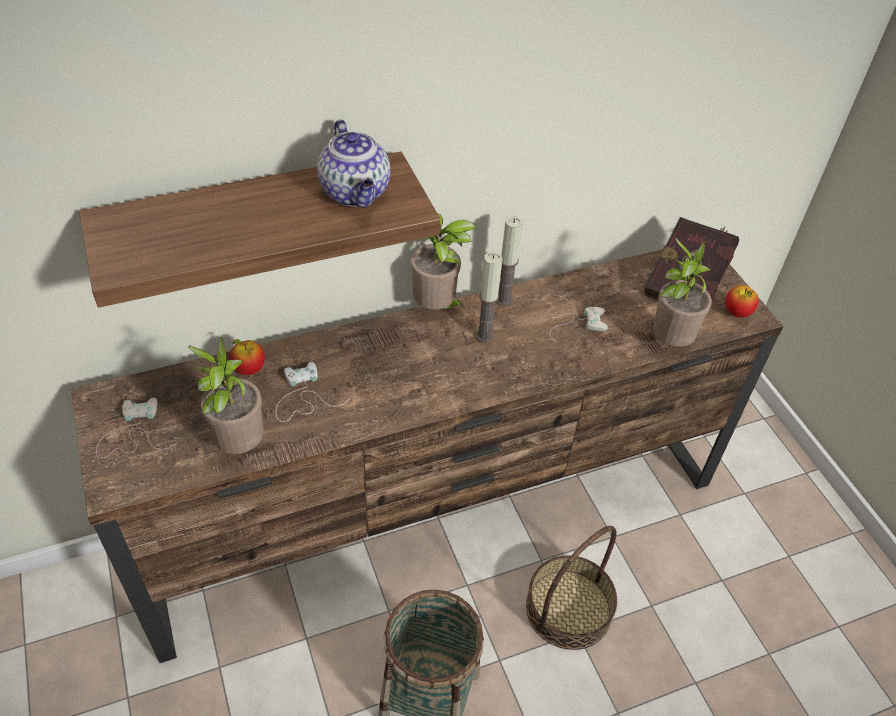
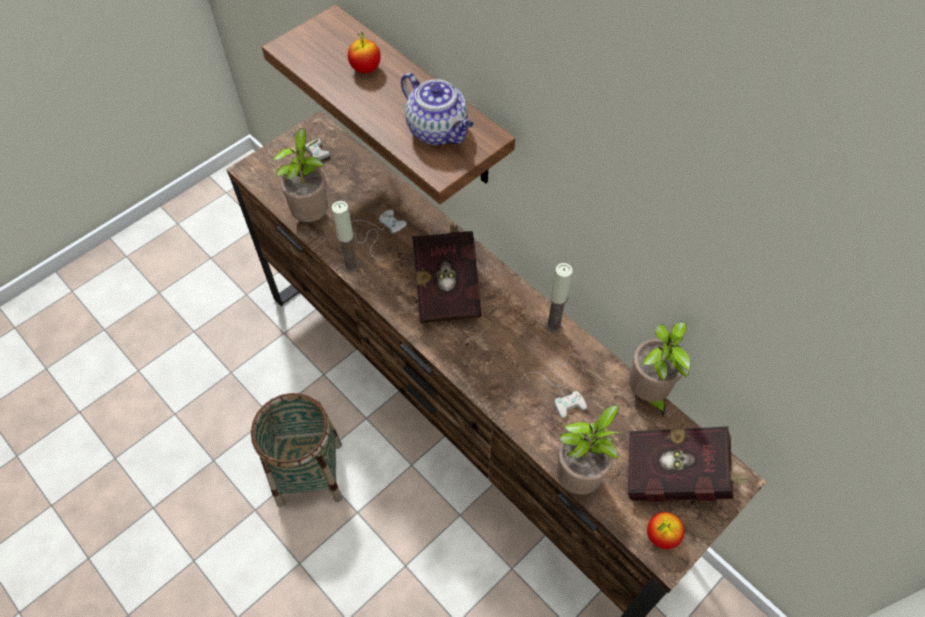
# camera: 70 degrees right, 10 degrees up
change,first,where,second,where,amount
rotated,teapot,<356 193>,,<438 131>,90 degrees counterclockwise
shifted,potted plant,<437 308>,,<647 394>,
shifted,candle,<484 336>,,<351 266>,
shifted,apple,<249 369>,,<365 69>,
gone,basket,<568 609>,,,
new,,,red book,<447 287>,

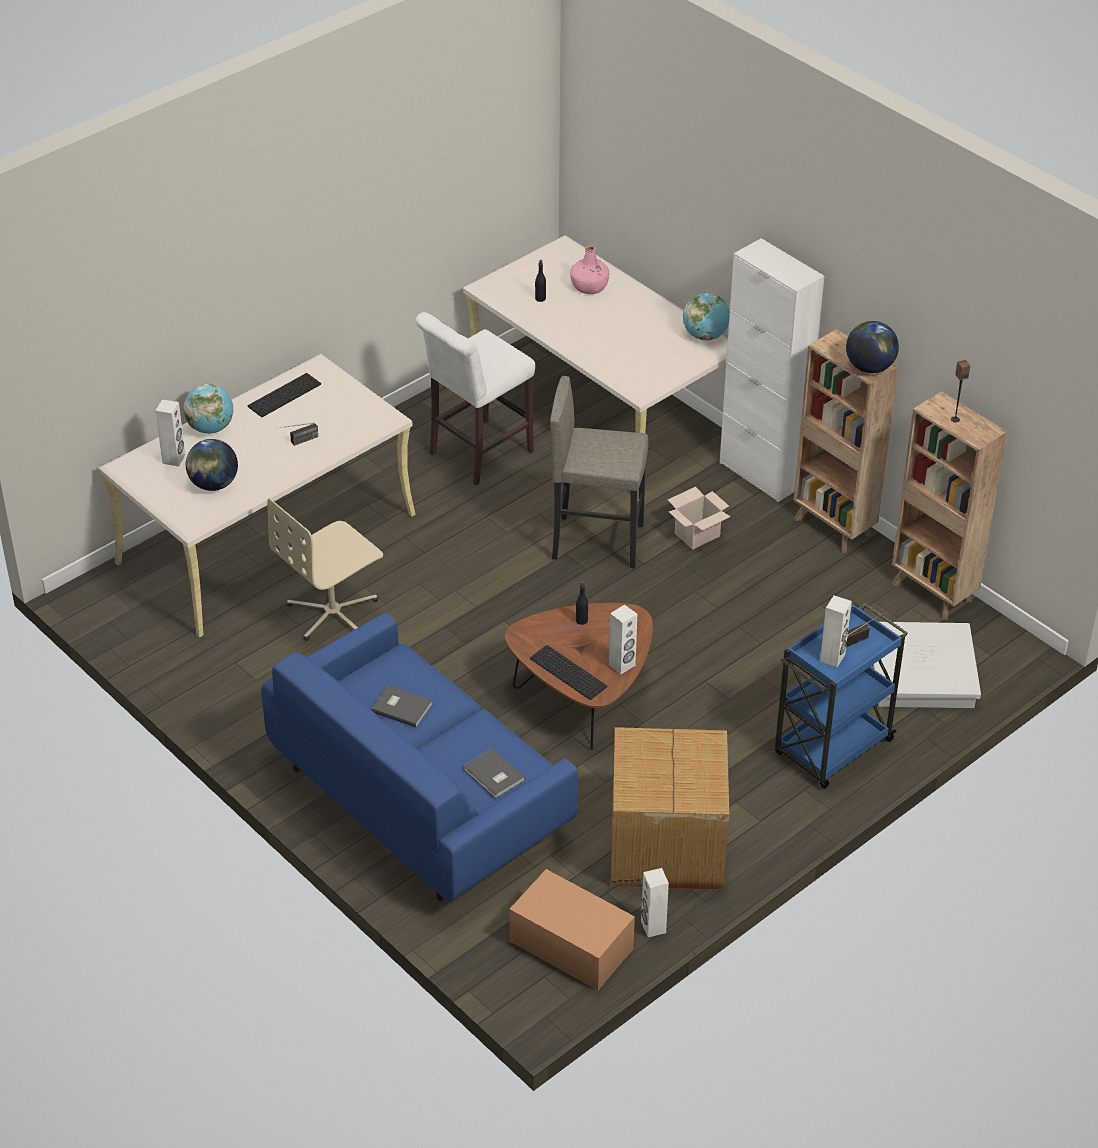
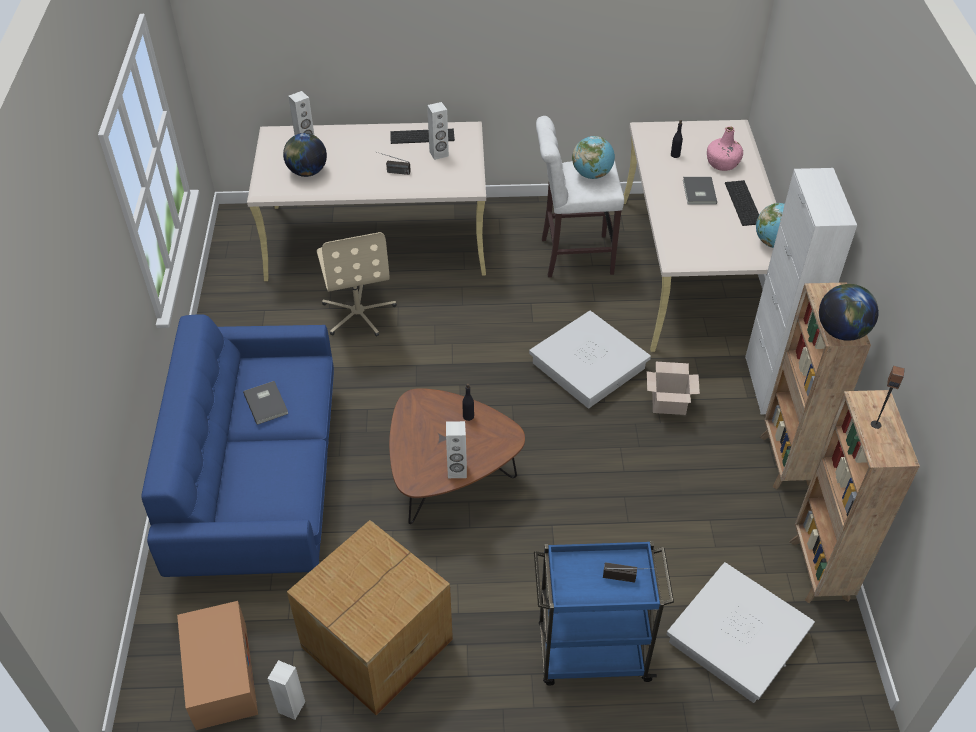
# camera: 40 degrees right, 5 degrees up
change,first,where,second,where,amount
swapped,grey stool,<597 541>,white storage box,<589 365>,
shifted,globe,<210 428>,,<592 174>,
rotated,beige office chair,<333 613>,,<358 313>,105 degrees counterclockwise
shifted,white speaker,<832 658>,,<439 154>,
shifted,keyboard,<570 672>,,<744 203>,
shifted,grey book,<493 776>,,<698 192>,

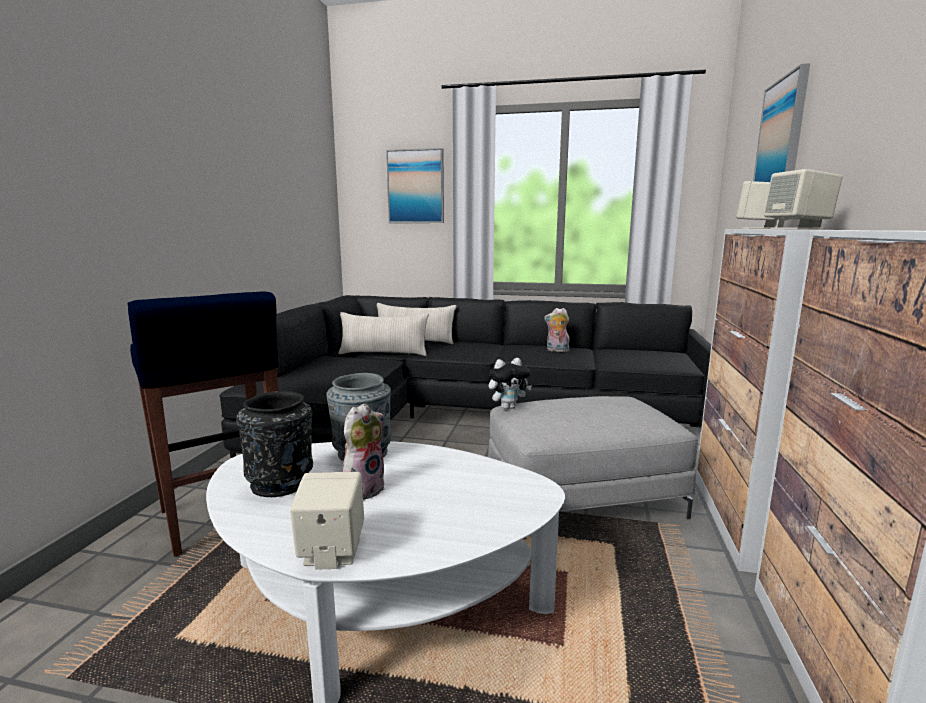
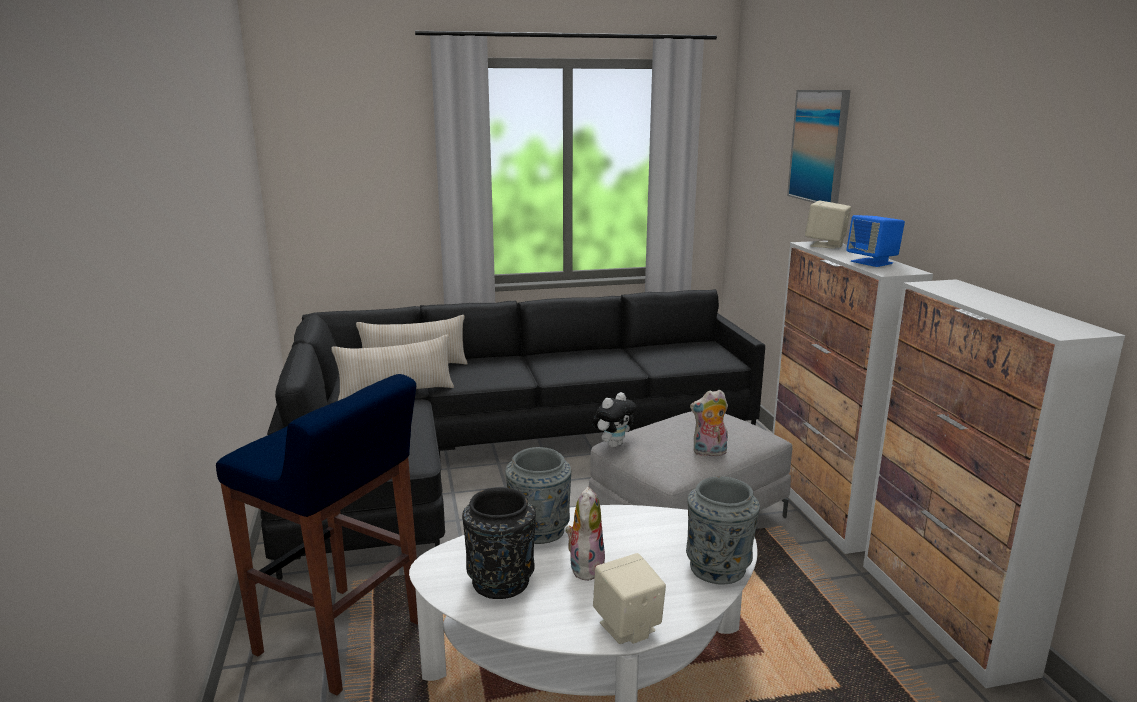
# camera: 25 degrees left, 5 degrees up
change,first,where,second,where,amount
gone,picture,<416 187>,,,
repainted,beige speaker,<797 229>,blue speaker,<872 262>,
shifted,plush toy,<556 350>,,<709 453>,
new,,,grey vase,<718 567>,

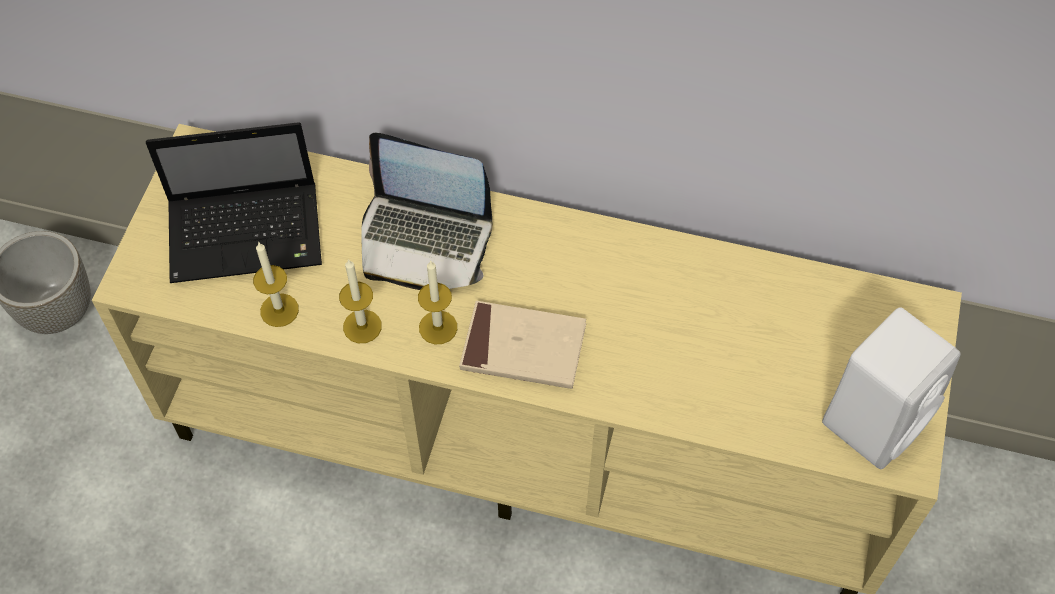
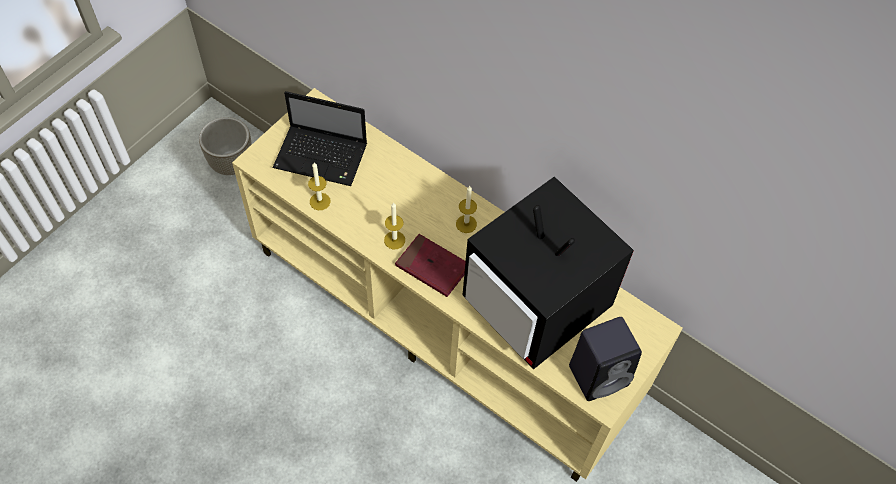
# camera: 20 degrees right, 0 degrees up
change,first,where,second,where,amount
gone,laptop,<425 240>,,,
shifted,candle,<362 326>,,<466 224>,
repainted,beige book,<523 348>,red book,<432 267>,
repainted,white speaker,<876 418>,black speaker,<600 374>,
new,,,television,<537 306>,

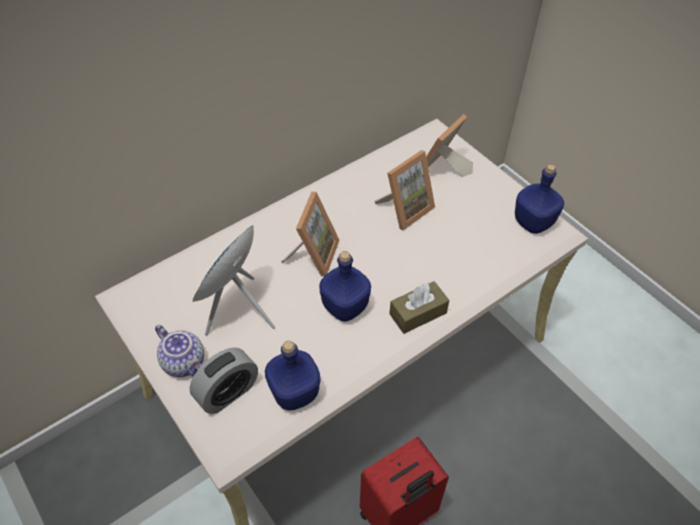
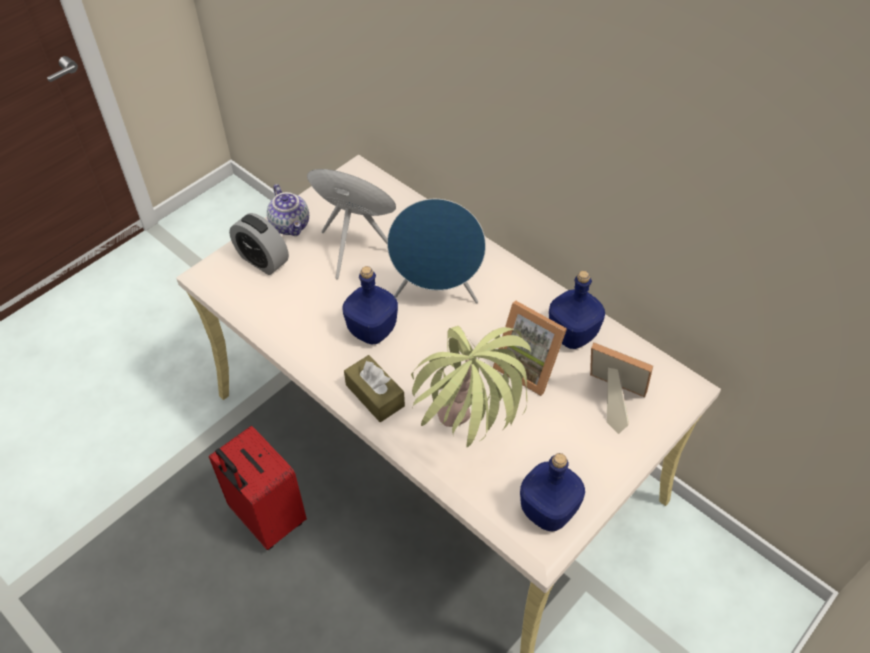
# camera: 80 degrees right, 0 degrees up
change,first,where,second,where,amount
swapped,picture frame,<313 255>,blue speaker,<437 293>,
rotated,teapot,<185 362>,,<291 225>,60 degrees counterclockwise
shifted,blue bottle,<294 392>,,<573 334>,
new,,,potted plant,<467 448>,

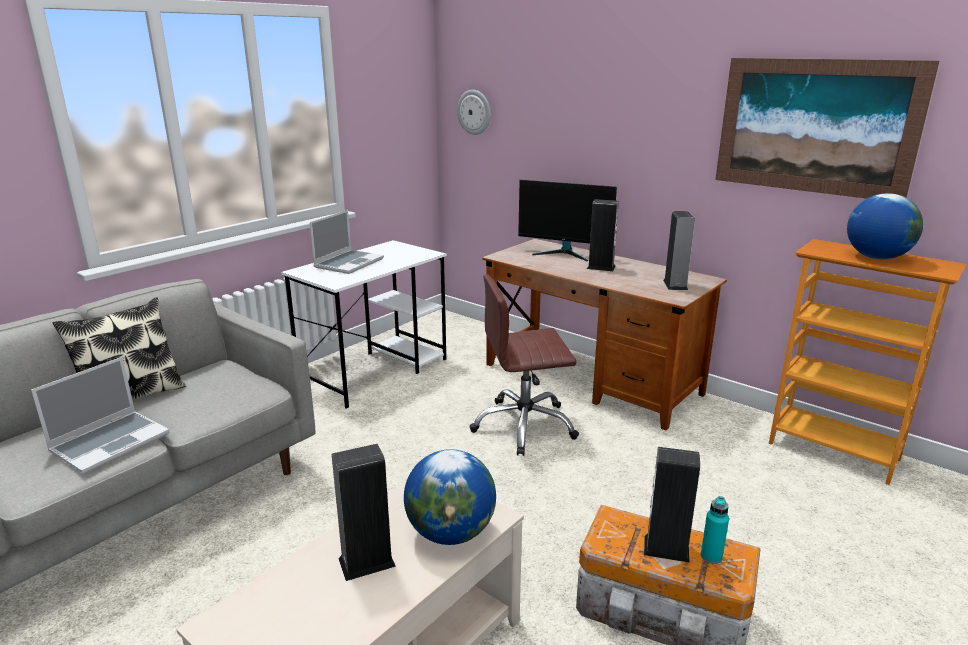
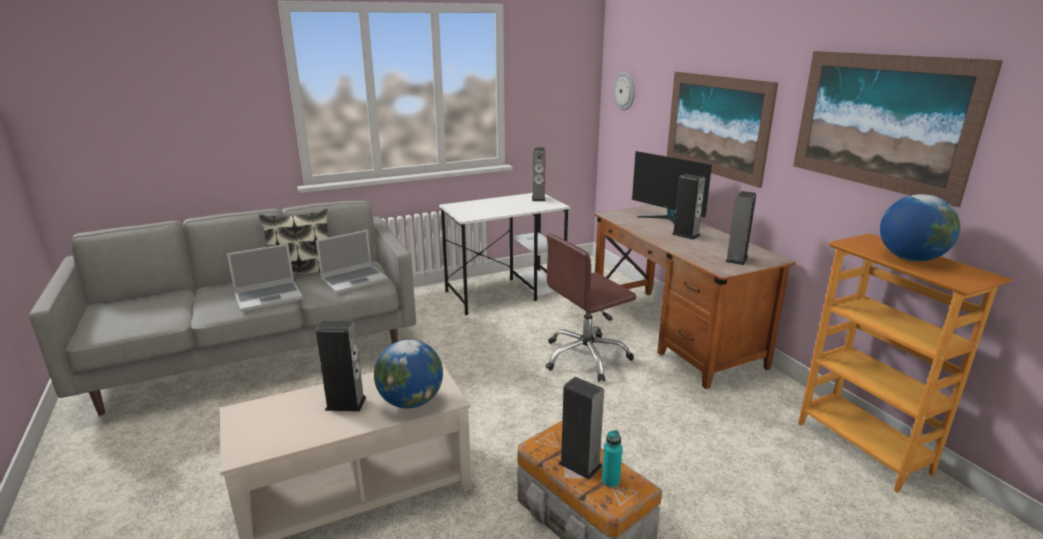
# camera: 25 degrees right, 0 degrees up
change,first,where,second,where,amount
shifted,laptop,<349 263>,,<355 280>,
rotated,brown office chair,<524 426>,,<586 357>,45 degrees counterclockwise
new,,,picture,<716 125>,
new,,,speaker,<538 198>,

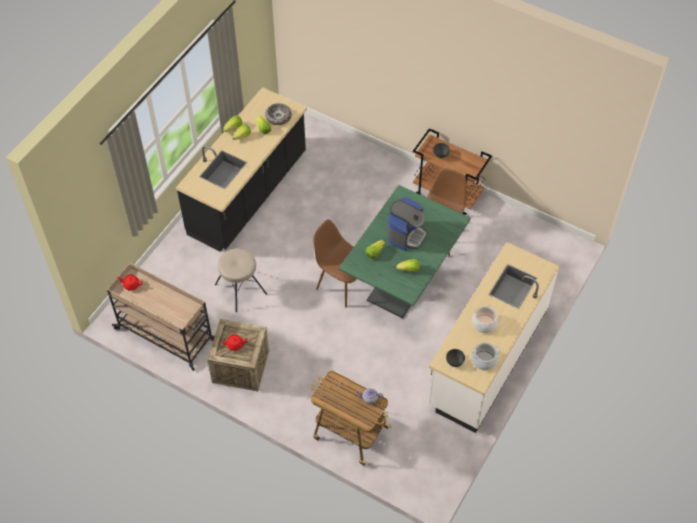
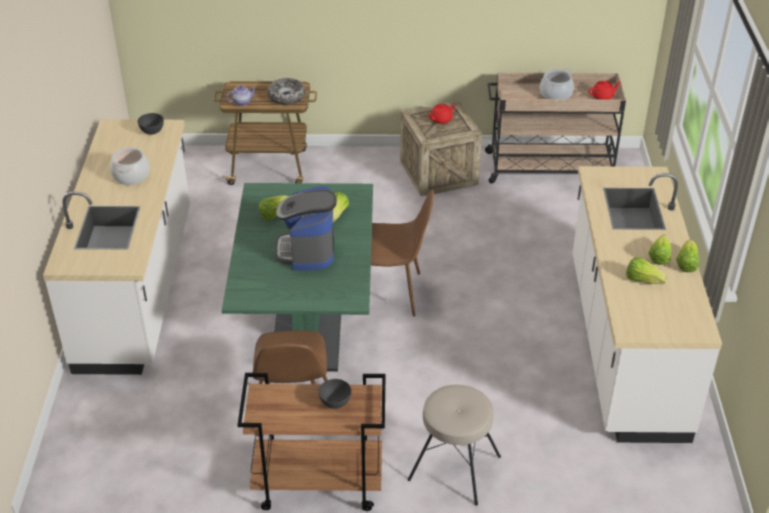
# camera: 150 degrees right, 15 degrees down
change,first,where,second,where,amount
repainted,black counter,<248 194>,white counter,<624 345>,
shifted,bowl,<278 117>,,<286 96>,
shifted,beige stool,<240 289>,,<454 467>,
shifted,cooking pot,<484 360>,,<555 94>,

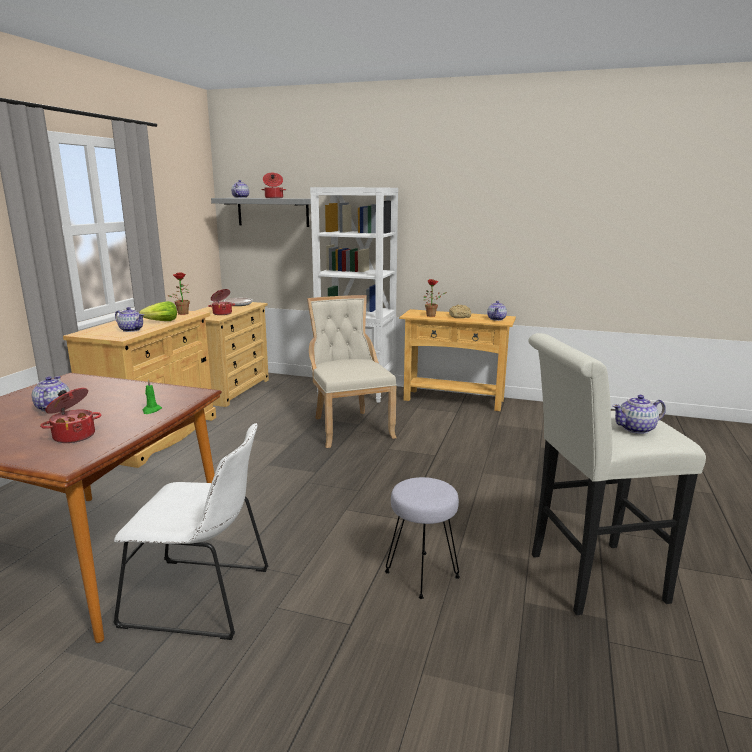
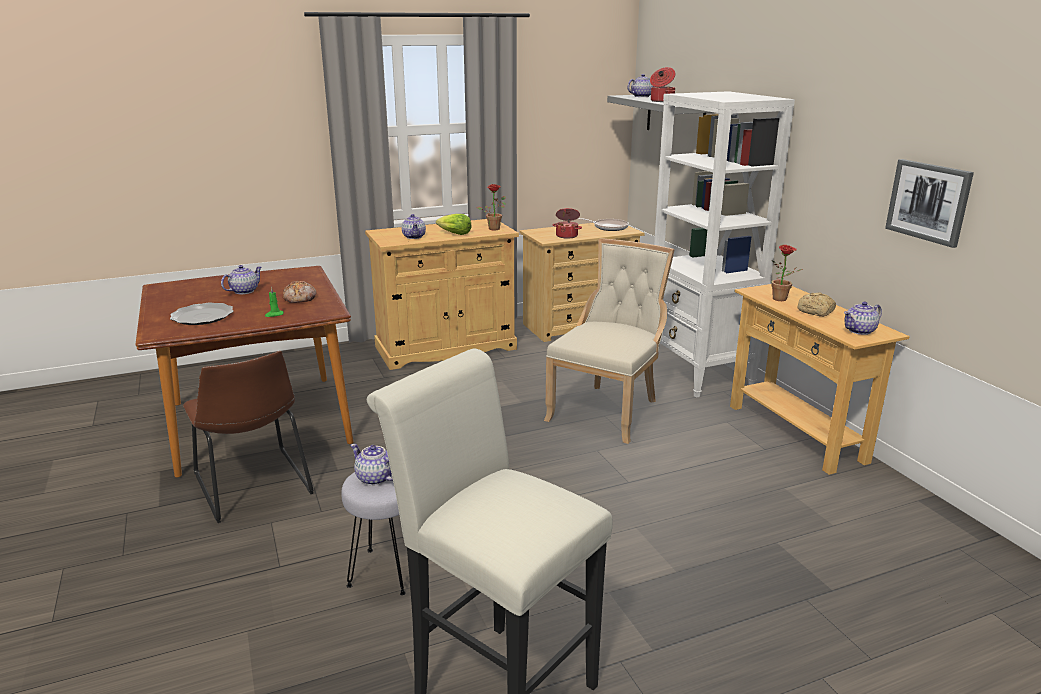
# camera: 50 degrees right, 5 degrees up
change,first,where,second,where,amount
swapped,cooking pot,<74 436>,plate,<202 316>,
shifted,teapot,<636 429>,,<375 478>,
repainted,white chair,<203 598>,brown chair,<254 487>,
new,,,picture,<928 201>,
new,,,bread,<300 298>,

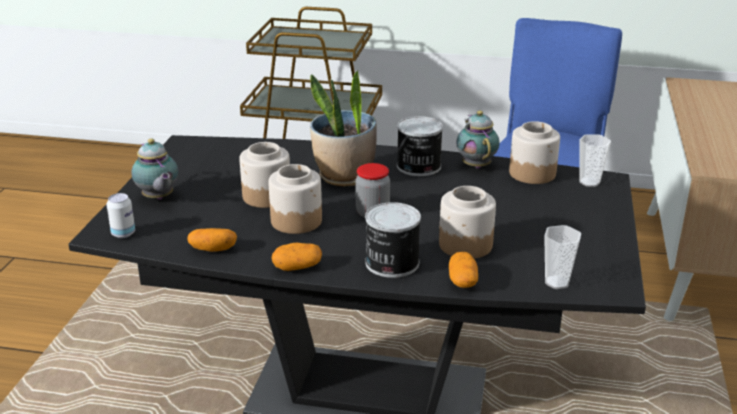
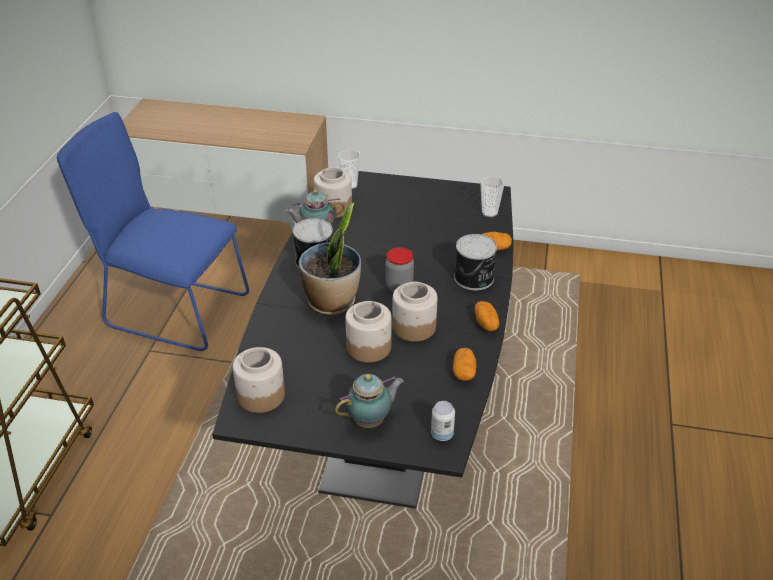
# camera: 90 degrees left, 10 degrees up
change,first,where,second,where,amount
shifted,jar,<465 245>,,<260 396>,

